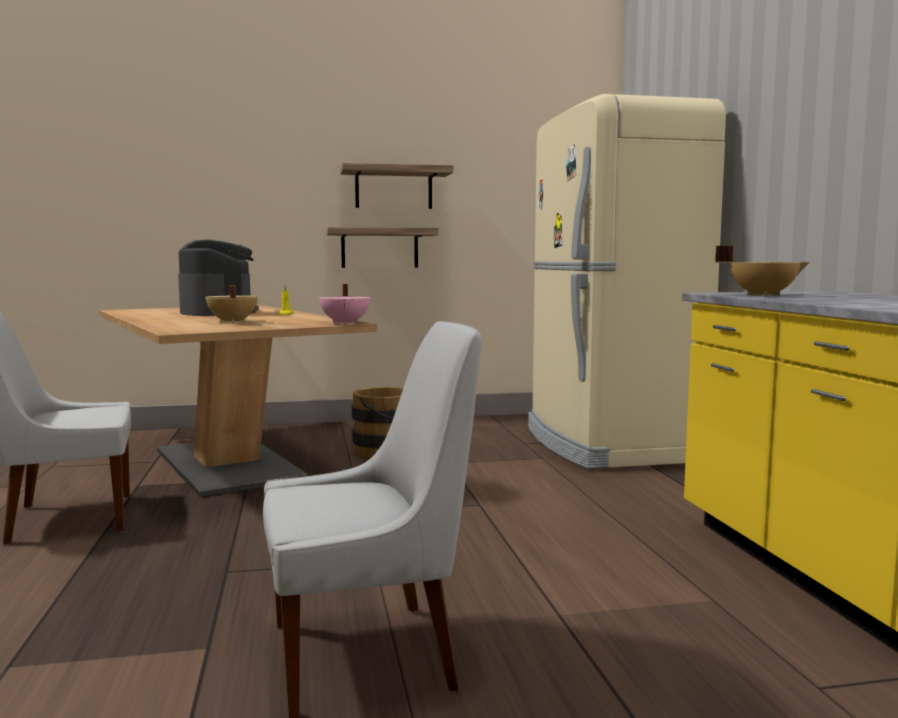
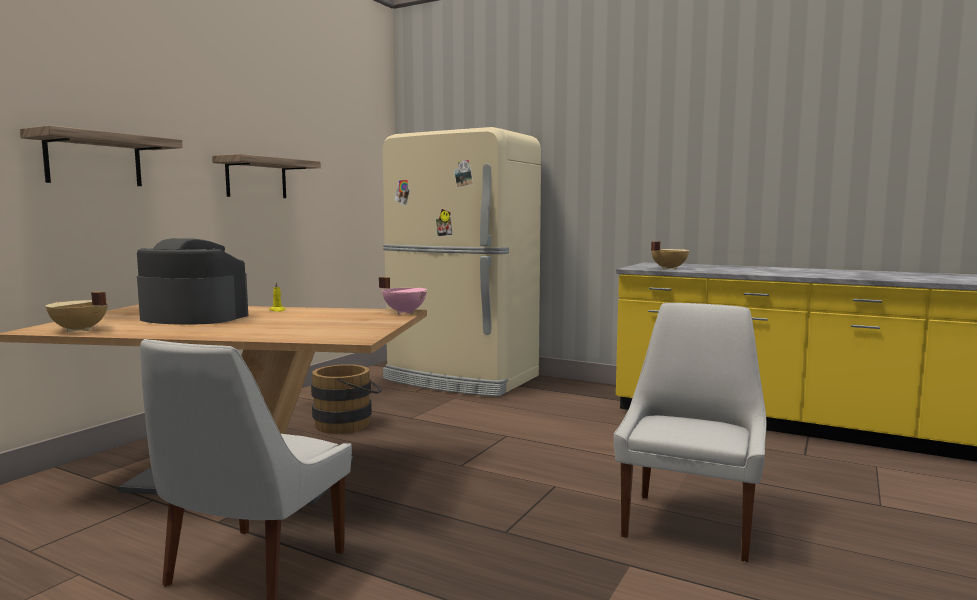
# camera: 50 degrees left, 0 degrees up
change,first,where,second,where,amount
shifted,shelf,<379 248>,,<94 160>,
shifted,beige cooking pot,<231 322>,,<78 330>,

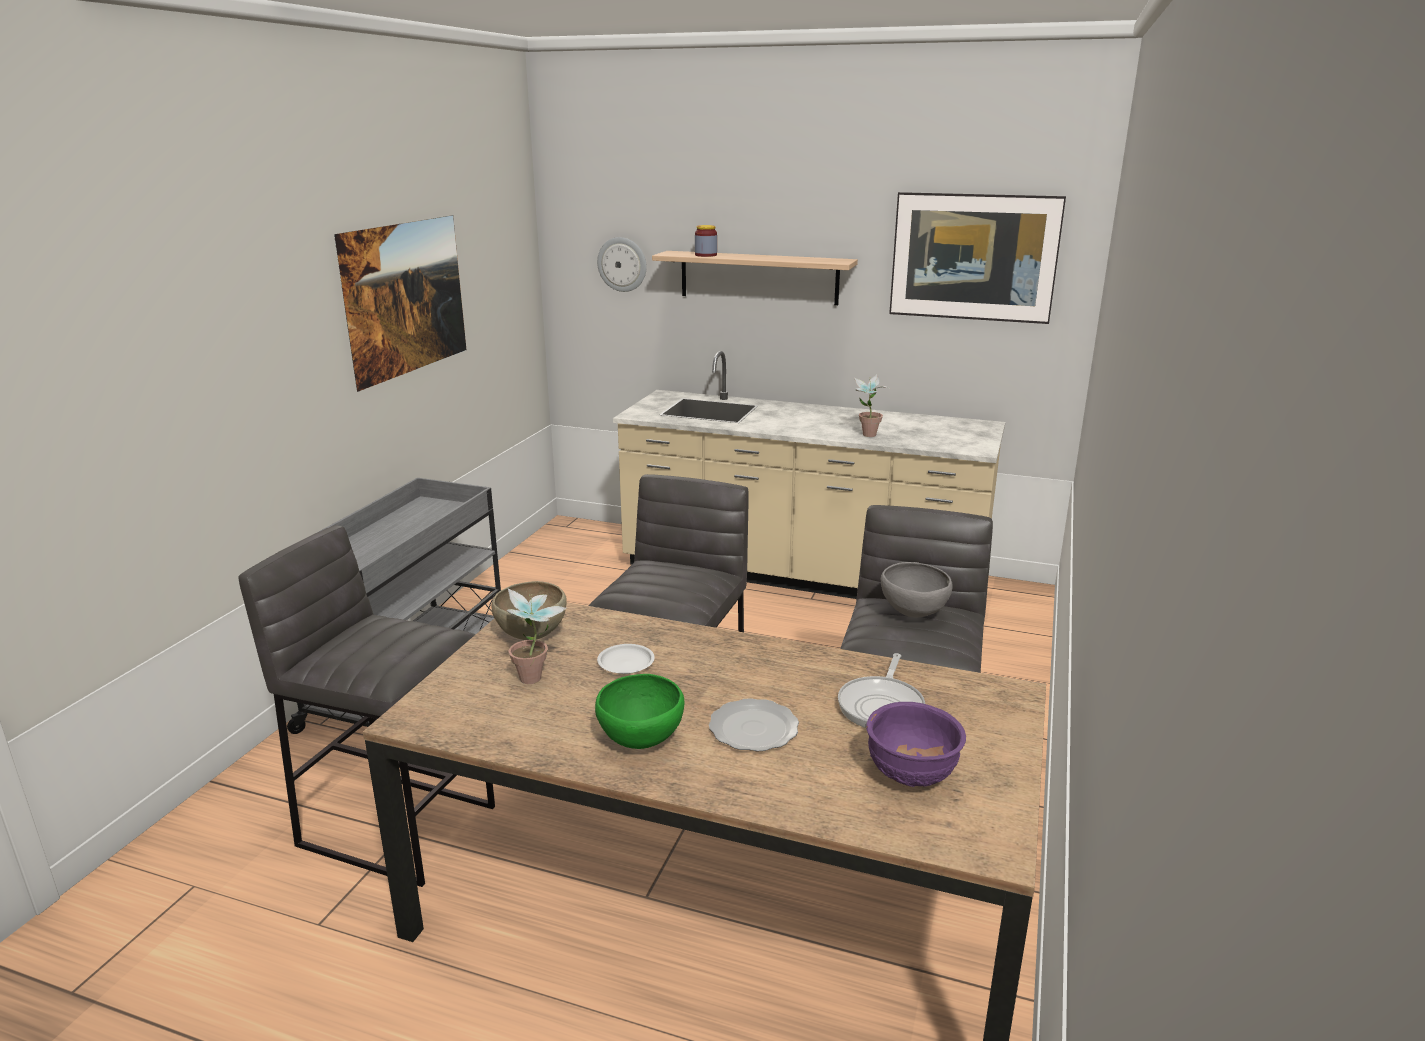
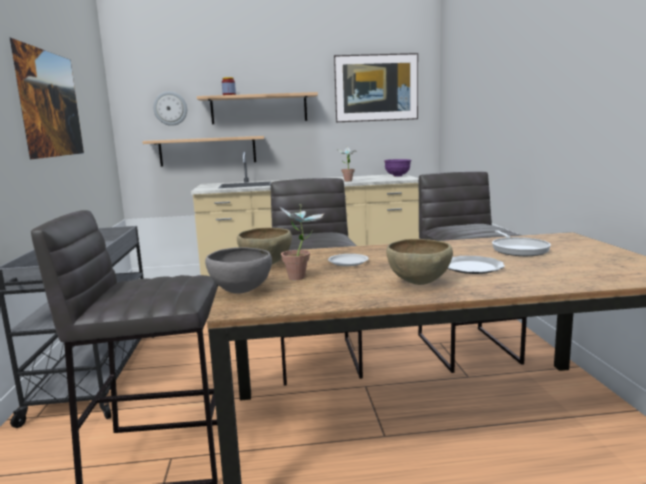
# camera: 25 degrees left, 10 degrees down
change,first,where,second,where,amount
shifted,grey bowl,<913 614>,,<241 292>,
repainted,green bowl,<641 741>,brown bowl,<418 283>,
shifted,purple bowl,<912 776>,,<398 176>,
new,,,shelf,<207 151>,

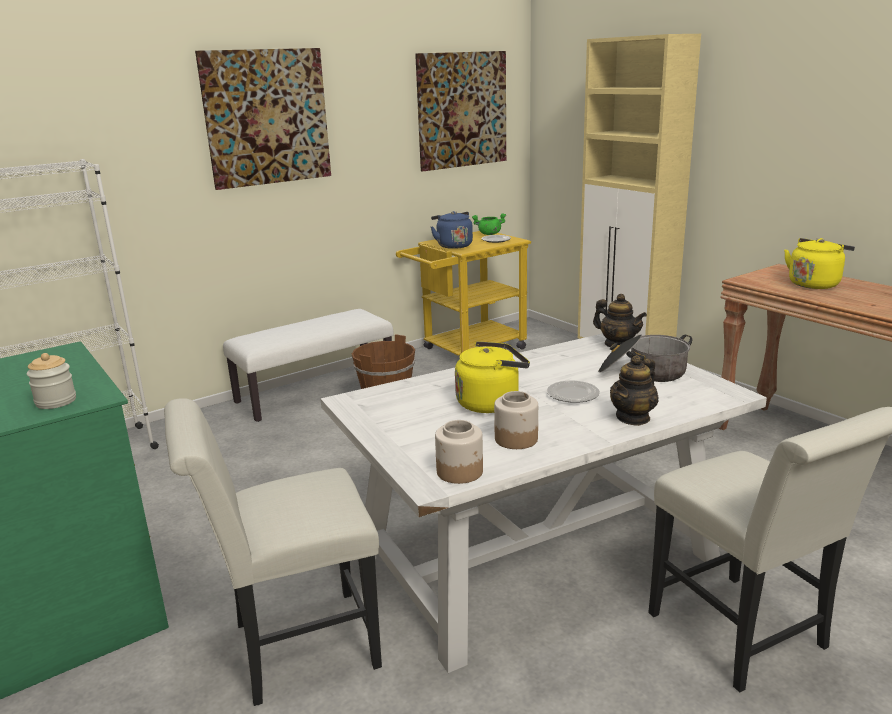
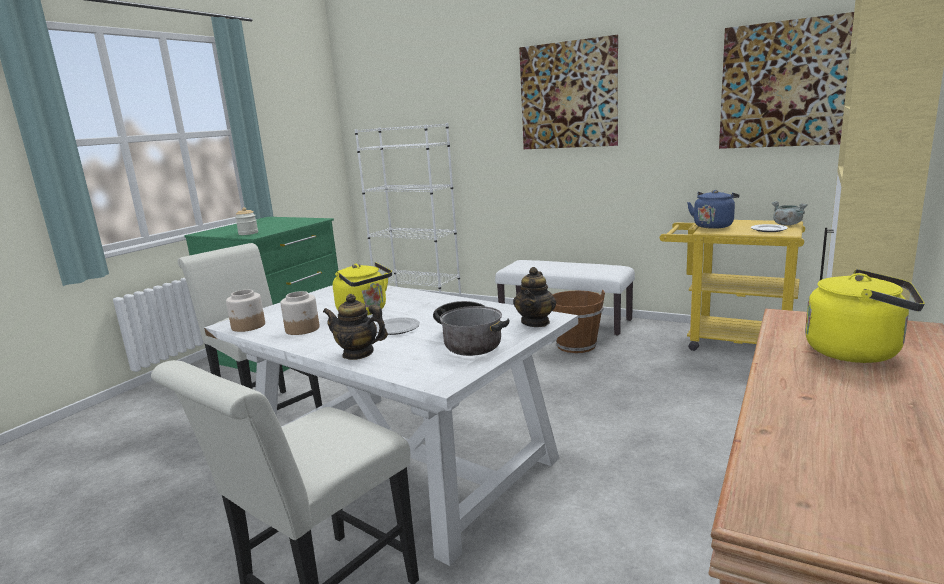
# camera: 65 degrees right, 5 degrees down
change,first,where,second,where,amount
repainted,green cooking pot,<489 234>,grey cooking pot,<786 224>,

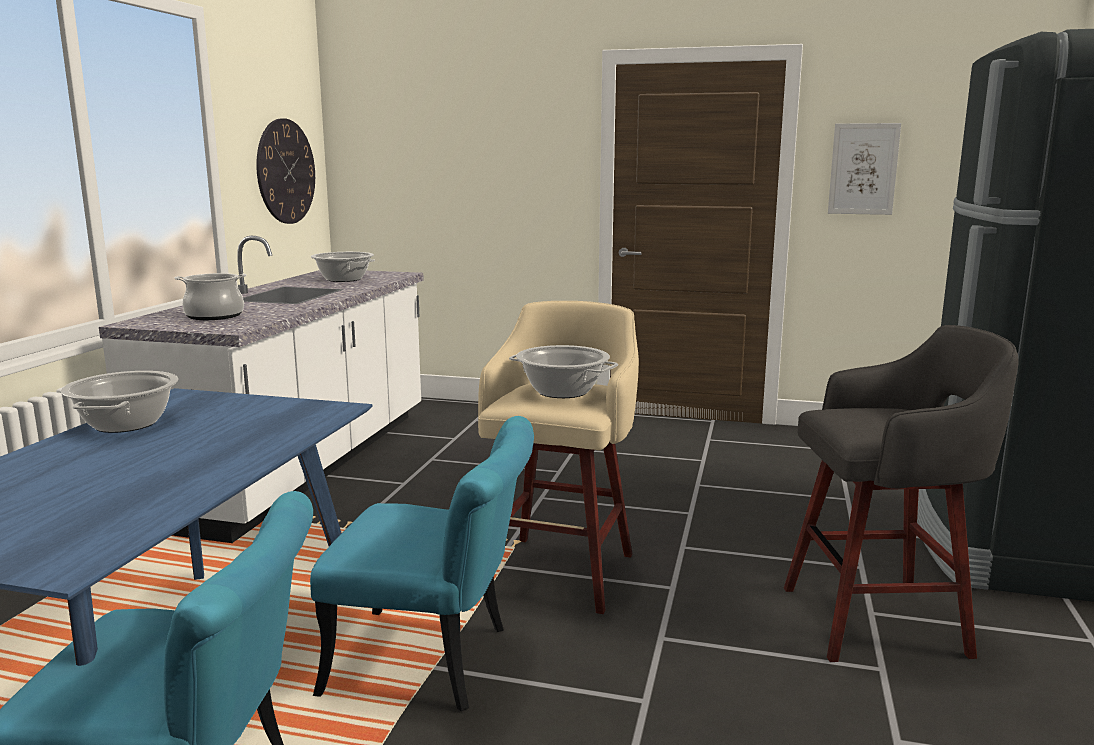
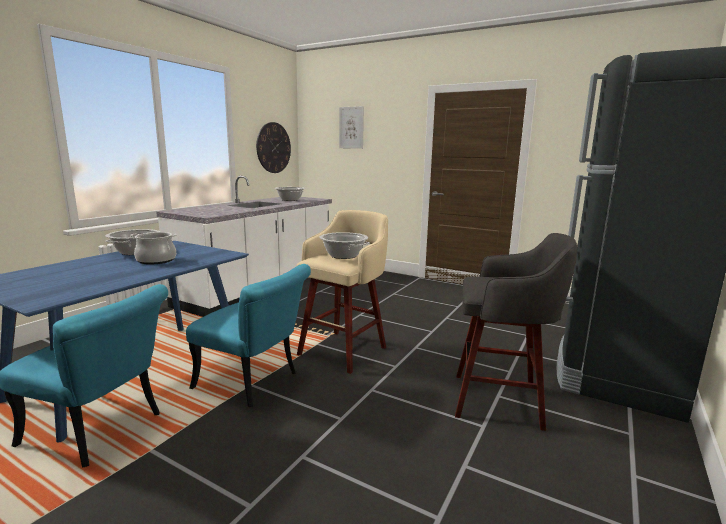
# camera: 15 degrees right, 0 degrees up
change,first,where,second,where,amount
shifted,picture,<863 169>,,<351 127>,
shifted,cooking pot,<214 316>,,<156 260>,

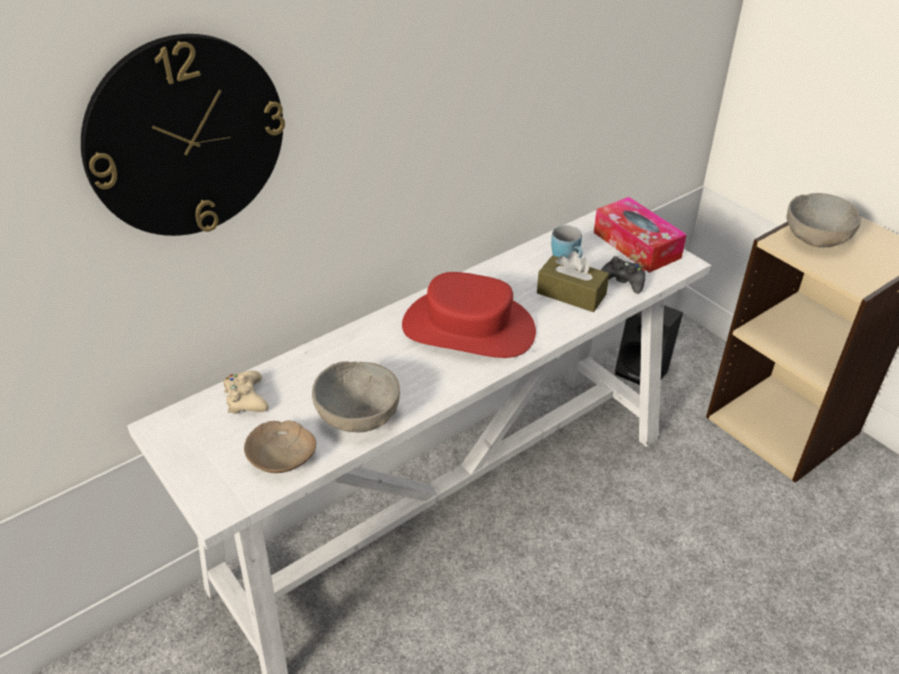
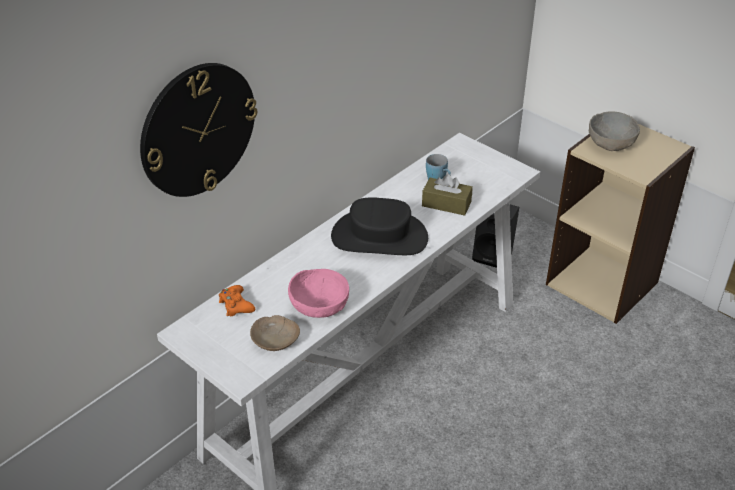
# camera: 10 degrees left, 0 degrees up
change,first,where,second,where,amount
gone,tissue box,<636 245>,,,
gone,black game controller,<622 281>,,,
repainted,red hat,<469 328>,black hat,<379 236>,
repainted,grey bowl,<359 414>,pink bowl,<319 306>,
repainted,beige game controller,<246 399>,orange game controller,<236 305>,

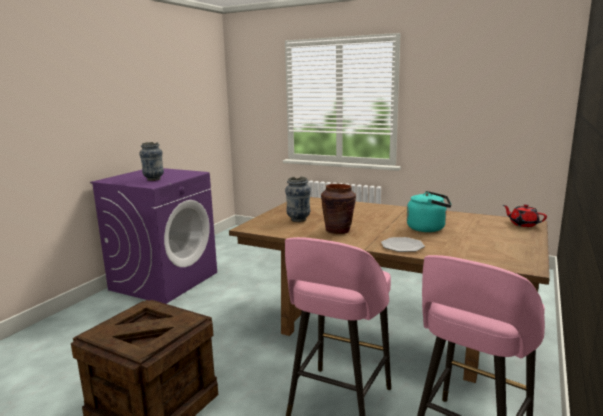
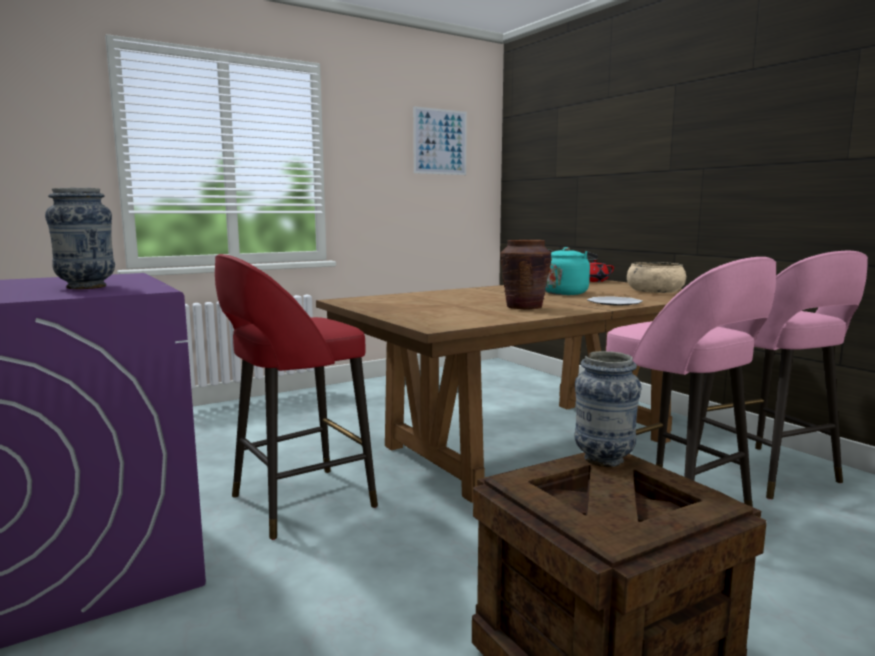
# camera: 60 degrees left, 5 degrees down
change,first,where,second,where,amount
shifted,vase,<298 220>,,<603 459>,
new,,,picture,<440 142>,
new,,,red stool,<298 502>,
new,,,beige bowl,<655 291>,

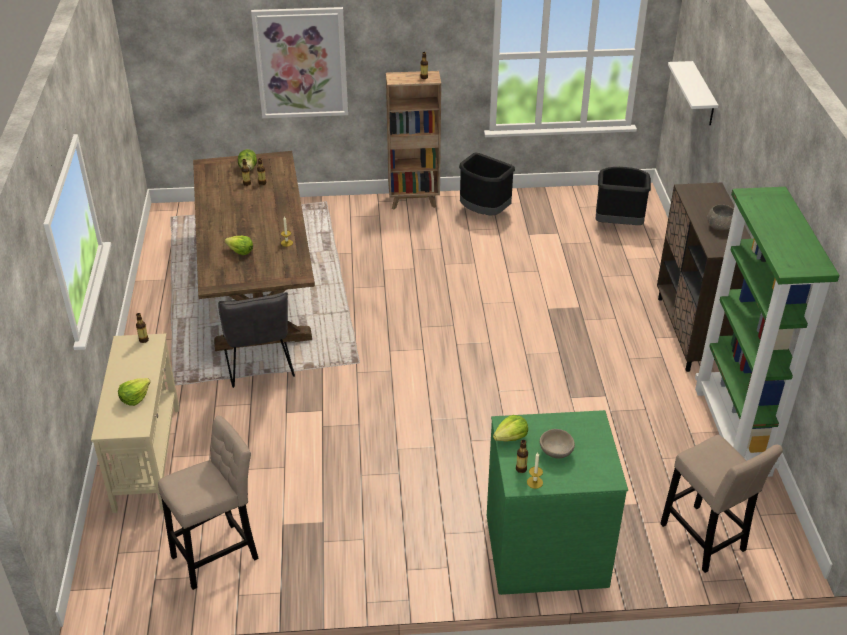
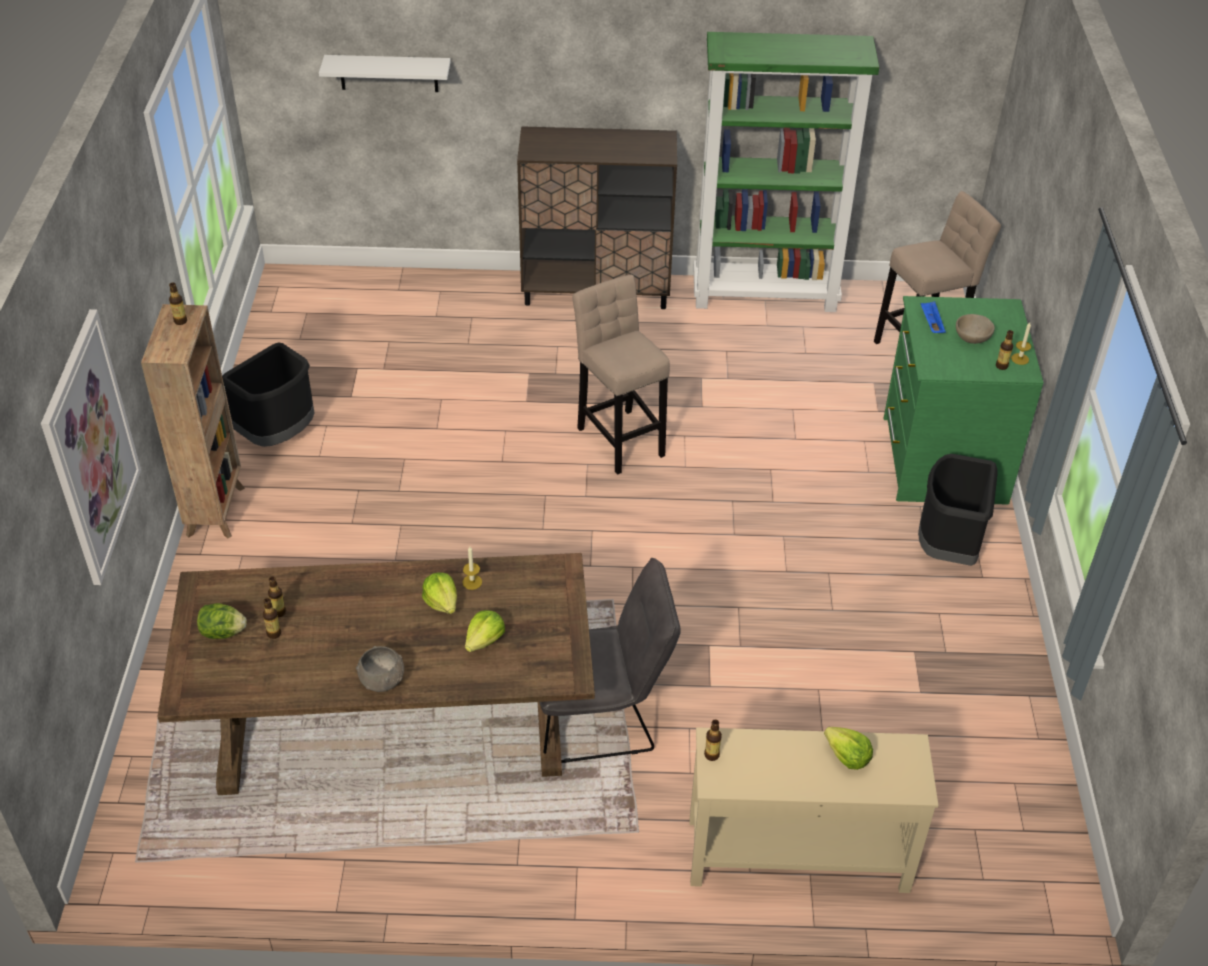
# camera: 85 degrees left, 5 degrees up
change,first,where,second,where,amount
shifted,black trash can,<618 224>,,<947 548>,
shifted,grey bowl,<720 226>,,<382 679>,
shifted,lettuce,<511 437>,,<442 602>,
shifted,beige stool,<219 554>,,<619 438>,
new,,,blue tray,<931 324>,

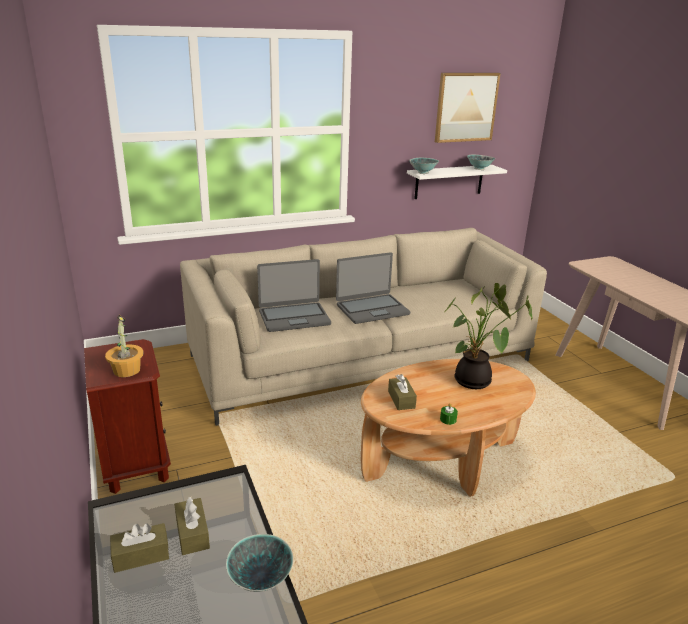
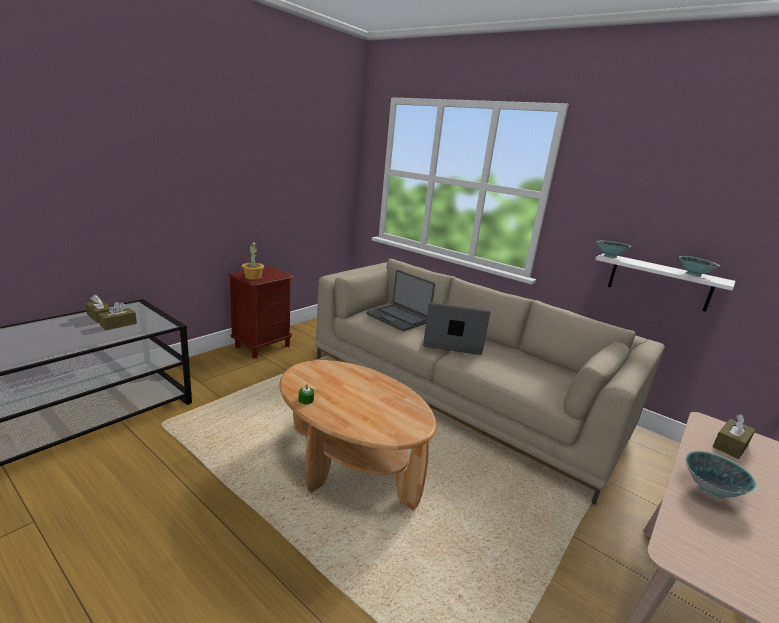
# camera: 60 degrees right, 5 degrees down
change,first,where,second,where,amount
gone,picture,<466 107>,,,
rotated,laptop,<372 309>,,<452 343>,150 degrees clockwise
gone,potted plant,<474 382>,,,
shifted,brown tissue box,<401 399>,,<730 445>,
shifted,bowl,<260 580>,,<711 490>,

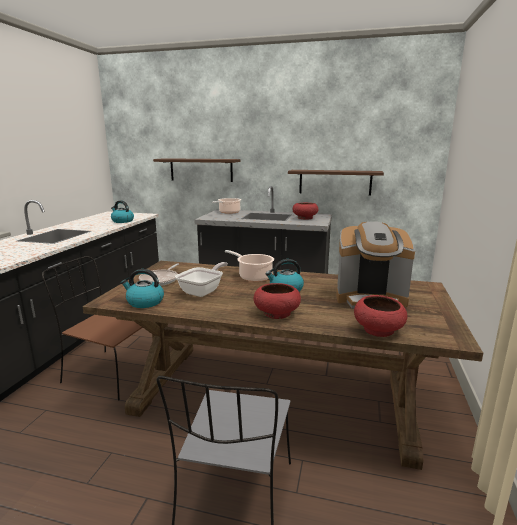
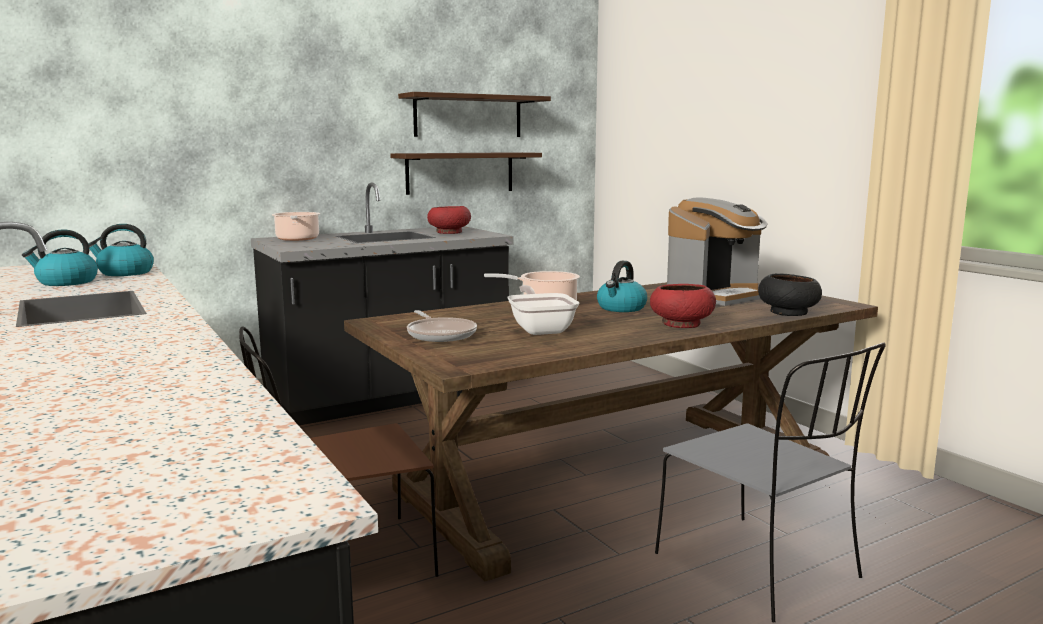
# camera: 45 degrees left, 5 degrees down
change,first,where,second,where,amount
shifted,shelf,<201 170>,,<468 116>,
shifted,kettle,<144 302>,,<66 282>,
repainted,red bowl,<379 330>,black bowl,<788 312>,

